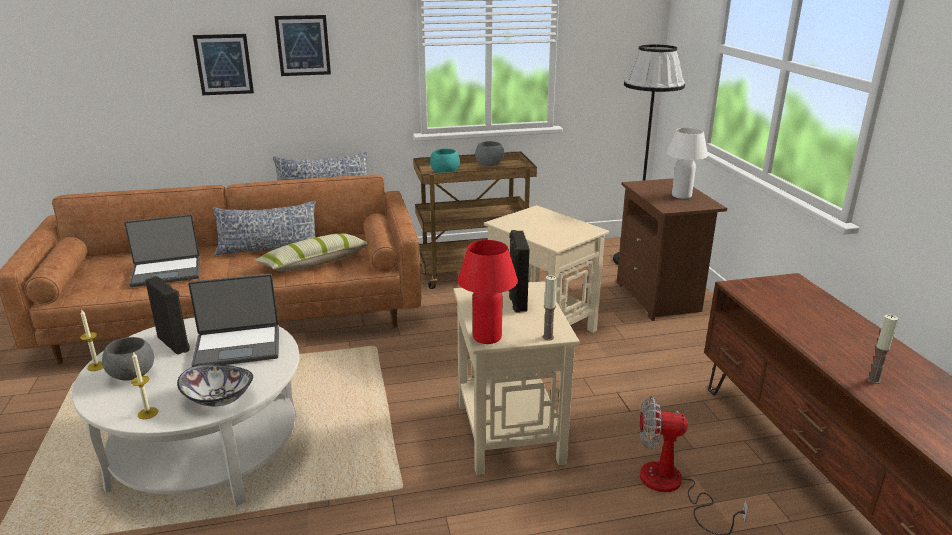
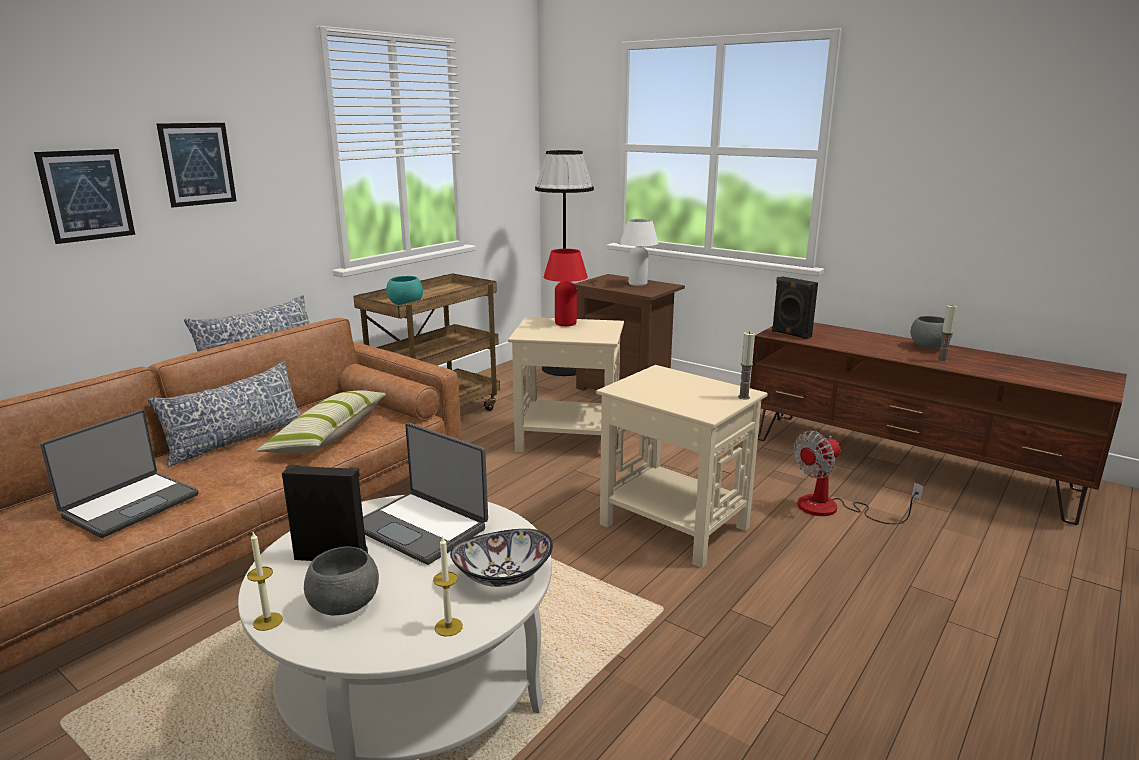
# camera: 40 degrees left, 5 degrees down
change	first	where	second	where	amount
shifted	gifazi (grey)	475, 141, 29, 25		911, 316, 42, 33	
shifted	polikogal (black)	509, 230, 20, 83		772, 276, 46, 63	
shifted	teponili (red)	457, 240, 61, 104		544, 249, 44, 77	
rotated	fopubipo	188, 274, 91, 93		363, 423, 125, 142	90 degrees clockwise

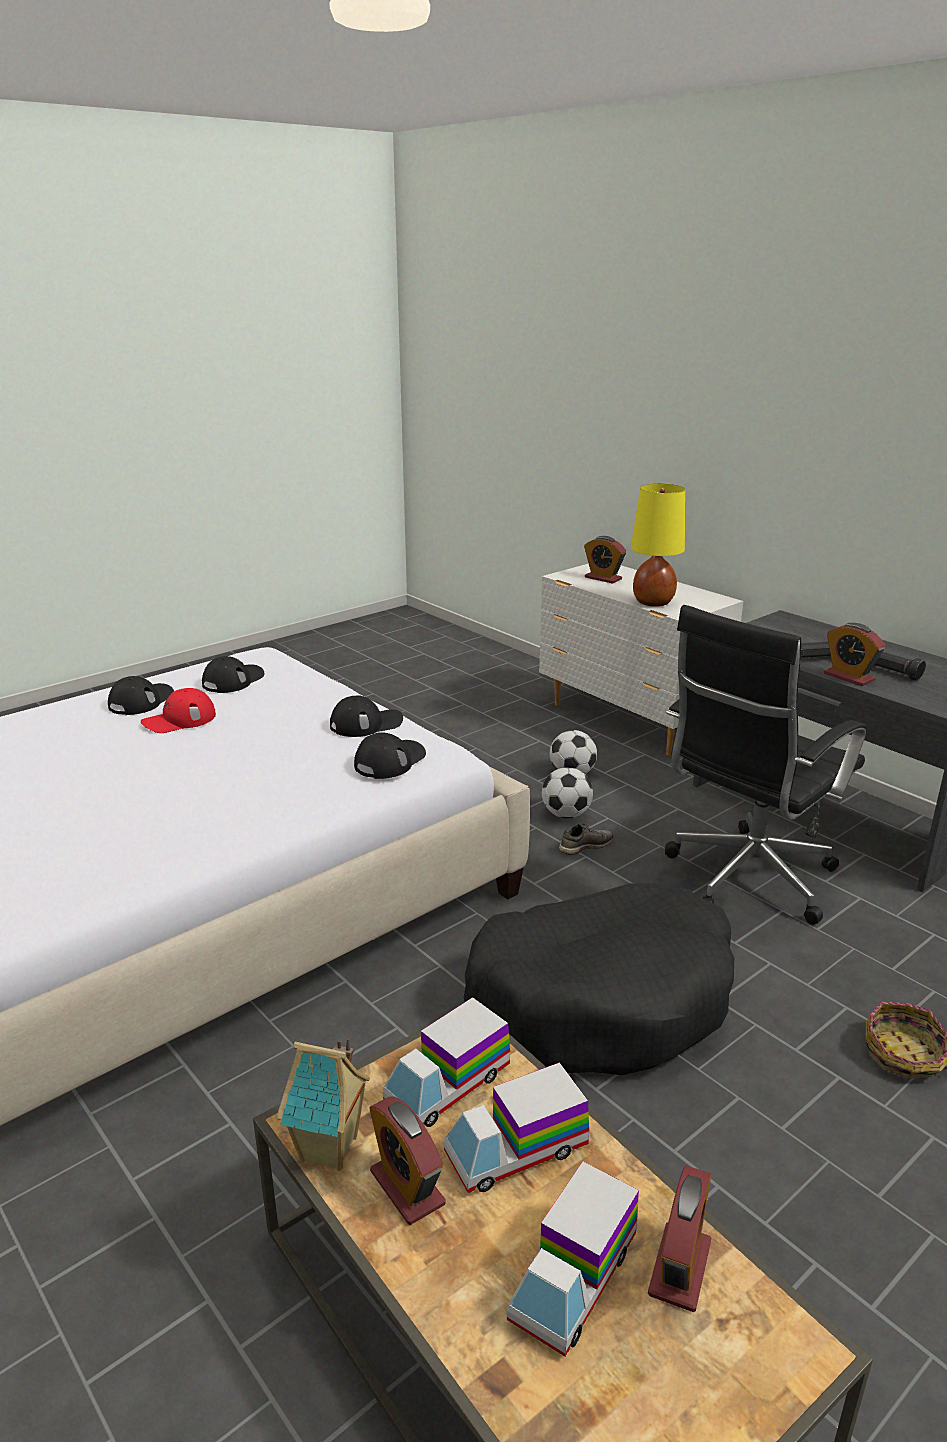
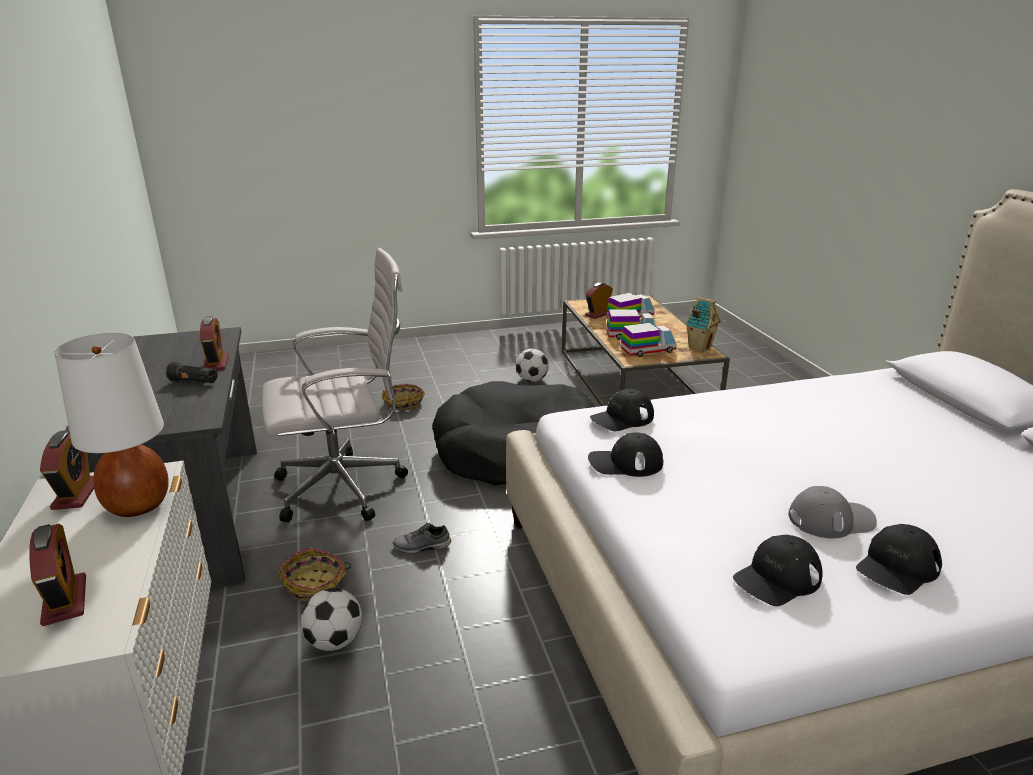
# camera: 155 degrees left, 0 degrees up
change	first	where	second	where	amount
repainted	teponili (yellow)	631, 484, 54, 123	teponili (white)	54, 333, 115, 184	
repainted	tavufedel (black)	665, 605, 201, 320	tavufedel (white)	261, 248, 147, 274	
gone	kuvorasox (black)	875, 652, 51, 29			
repainted	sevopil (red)	141, 688, 75, 45	sevopil (grey)	788, 486, 89, 53	
shifted	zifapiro	542, 767, 51, 51		516, 348, 33, 34	
shifted	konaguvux	370, 1097, 76, 128		40, 430, 54, 80	
new			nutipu	279, 547, 72, 54	

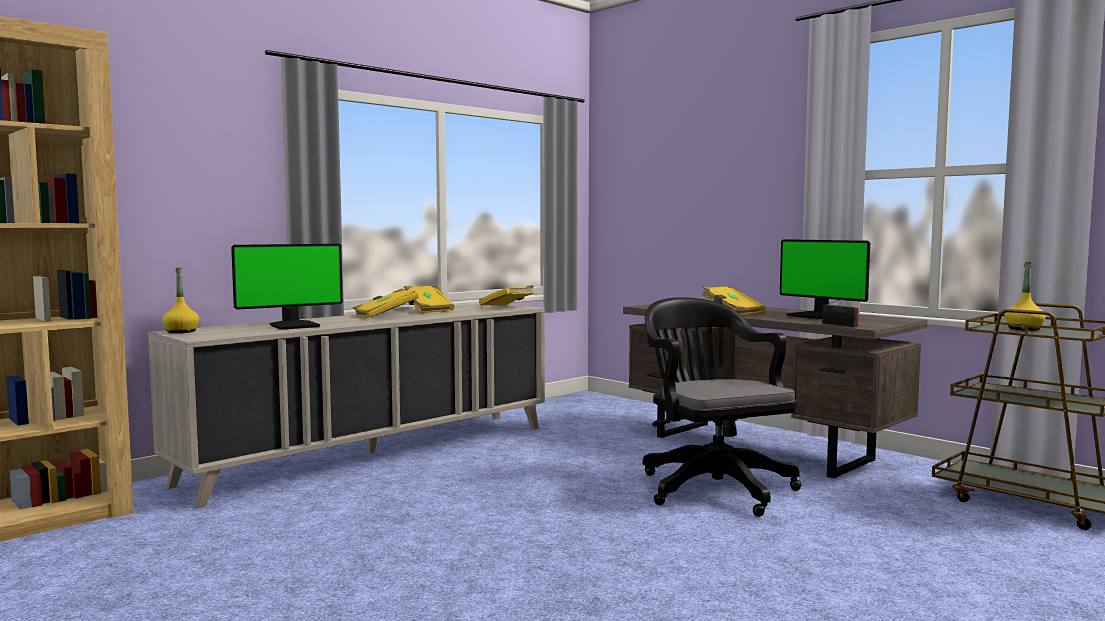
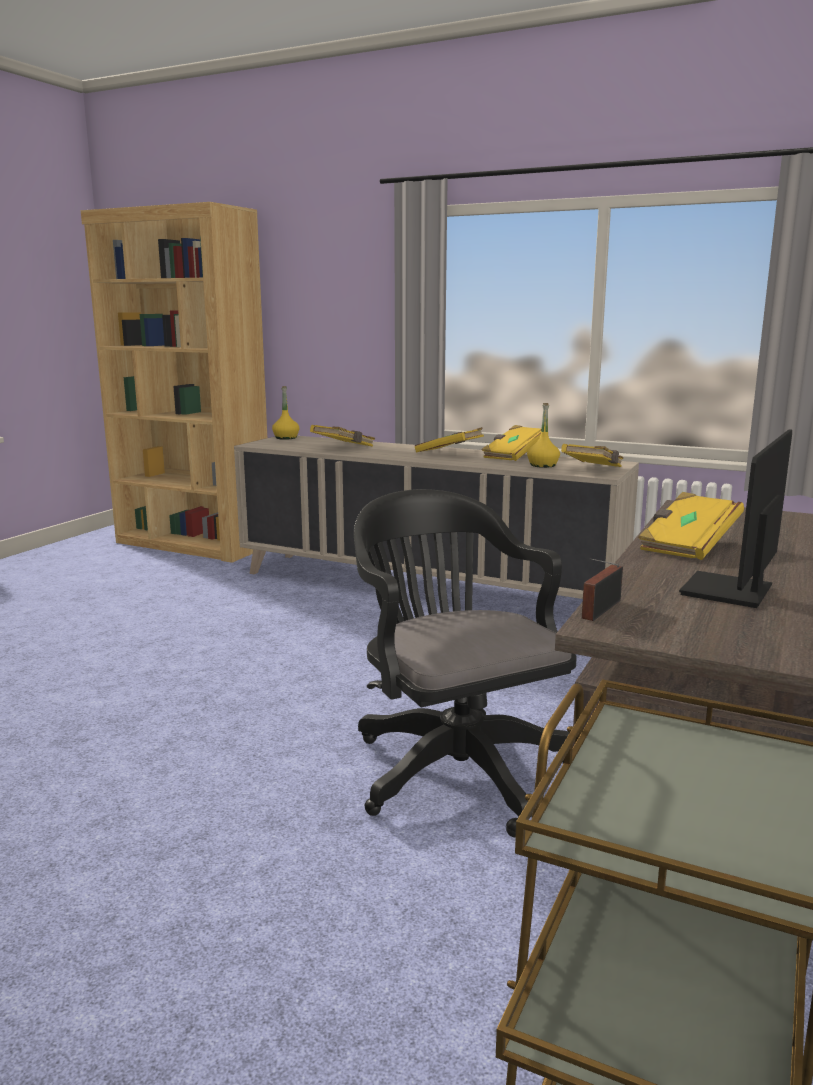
# camera: 70 degrees right, 10 degrees up
change	first	where	second	where	amount
swapped	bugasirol	231, 244, 112, 86	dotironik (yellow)	310, 425, 65, 22	
shifted	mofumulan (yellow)	1005, 262, 41, 69		527, 403, 33, 65	
rotated	tavufedel (black)	643, 297, 158, 220		354, 489, 222, 348	75 degrees counterclockwise

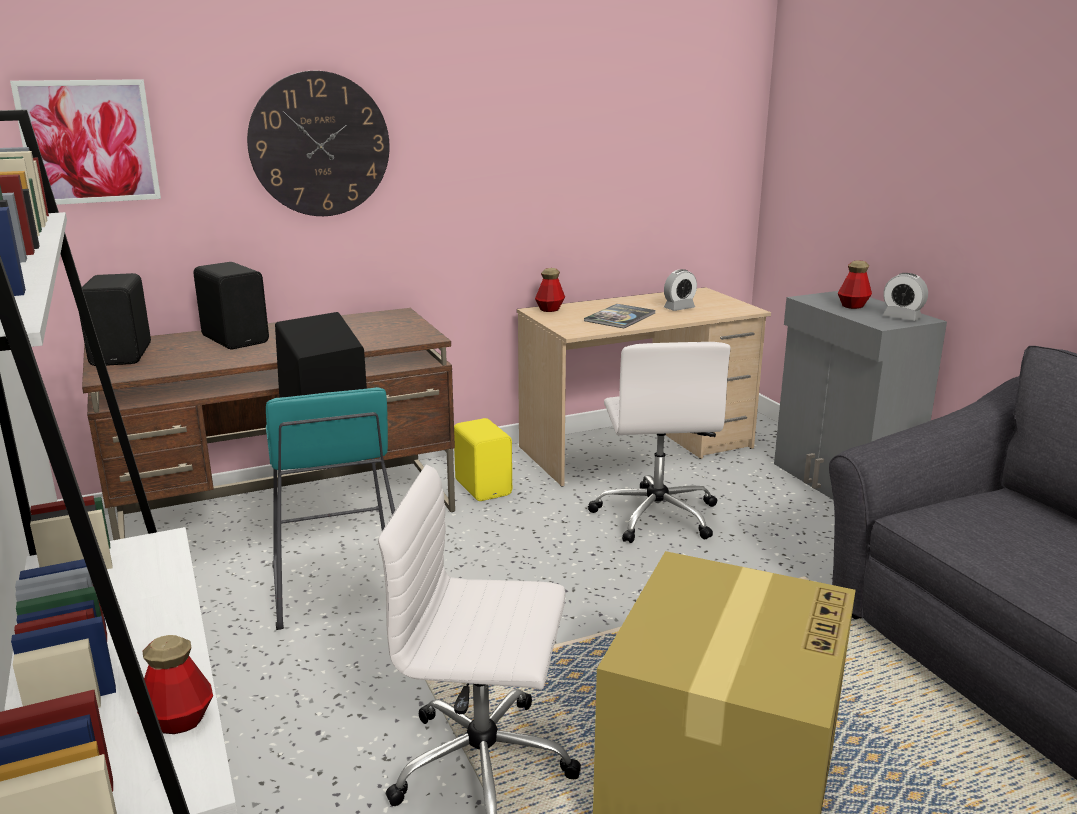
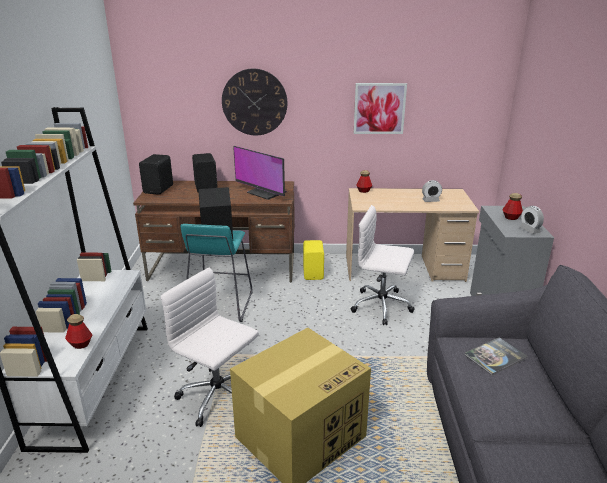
# camera: 25 degrees right, 5 degrees up
change	first	where	second	where	amount
shifted	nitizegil	10, 79, 151, 126		354, 83, 53, 51	
shifted	dotironik	584, 304, 71, 24		464, 337, 63, 38	
rotated	tavufedel (white)	588, 342, 142, 201		351, 205, 64, 120	90 degrees clockwise
new			bugasirol	233, 146, 54, 54	

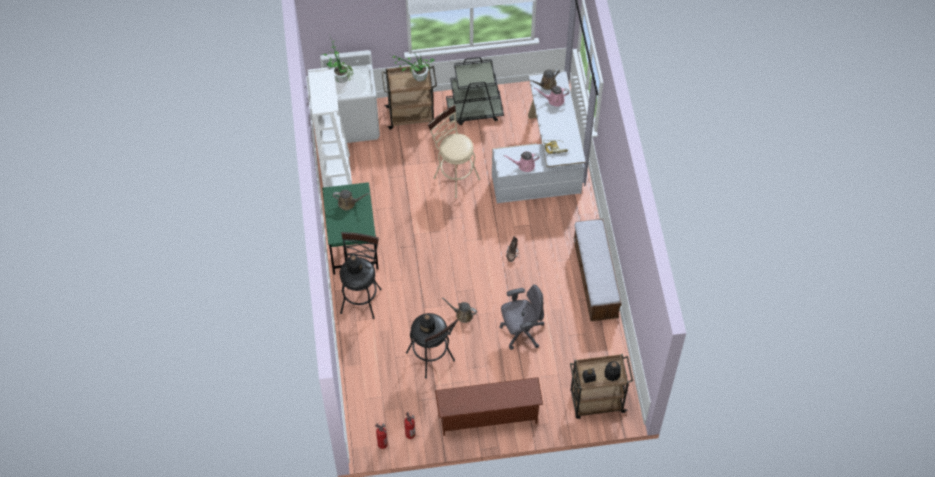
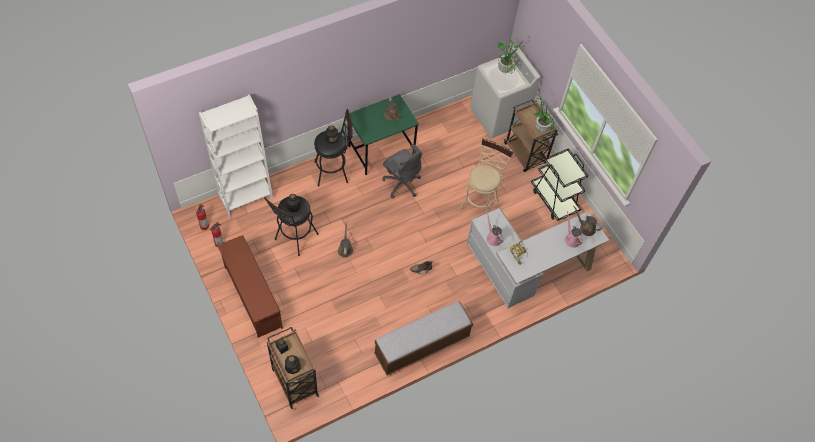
# camera: 65 degrees right, 0 degrees up
change	first	where	second	where	amount
shifted	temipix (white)	308, 68, 44, 120		199, 95, 74, 123	
shifted	tavufedel (grey)	499, 284, 45, 66		382, 144, 40, 55	

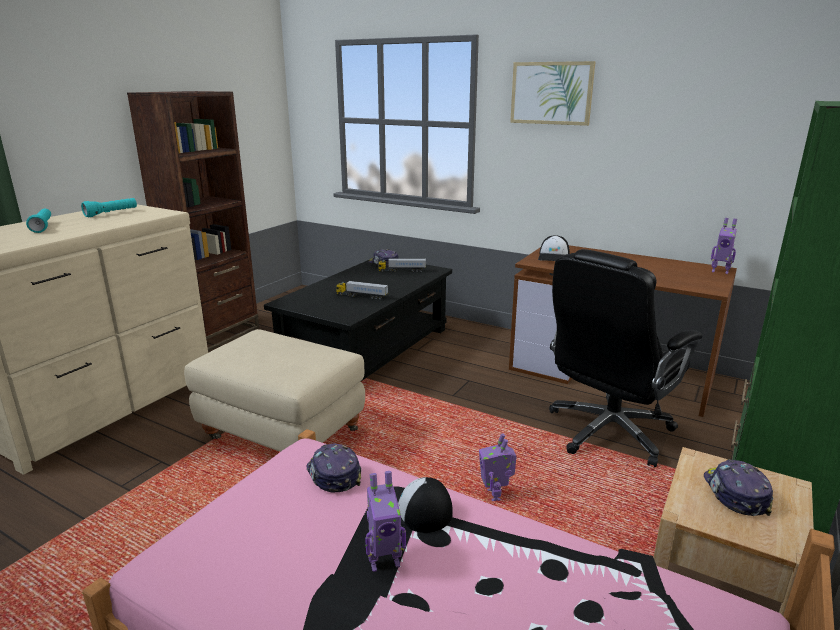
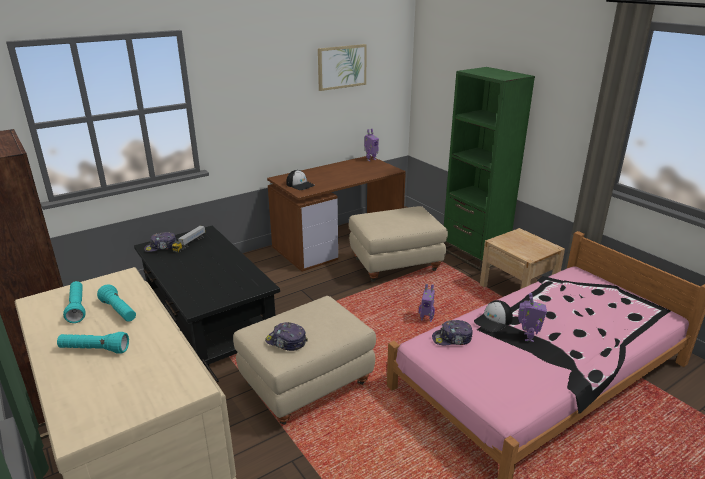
# camera: 65 degrees left, 5 degrees up
change	first	where	second	where	amount
shifted	nitizegil	510, 61, 86, 65		318, 44, 49, 47	
swapped	tavufedel (black)	549, 249, 154, 218	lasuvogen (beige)	349, 206, 99, 76	
gone	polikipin	336, 281, 52, 19			
shifted	sevopil	704, 459, 70, 57		265, 322, 43, 29	
new			kuvorasox (turquoise)	97, 285, 39, 37	

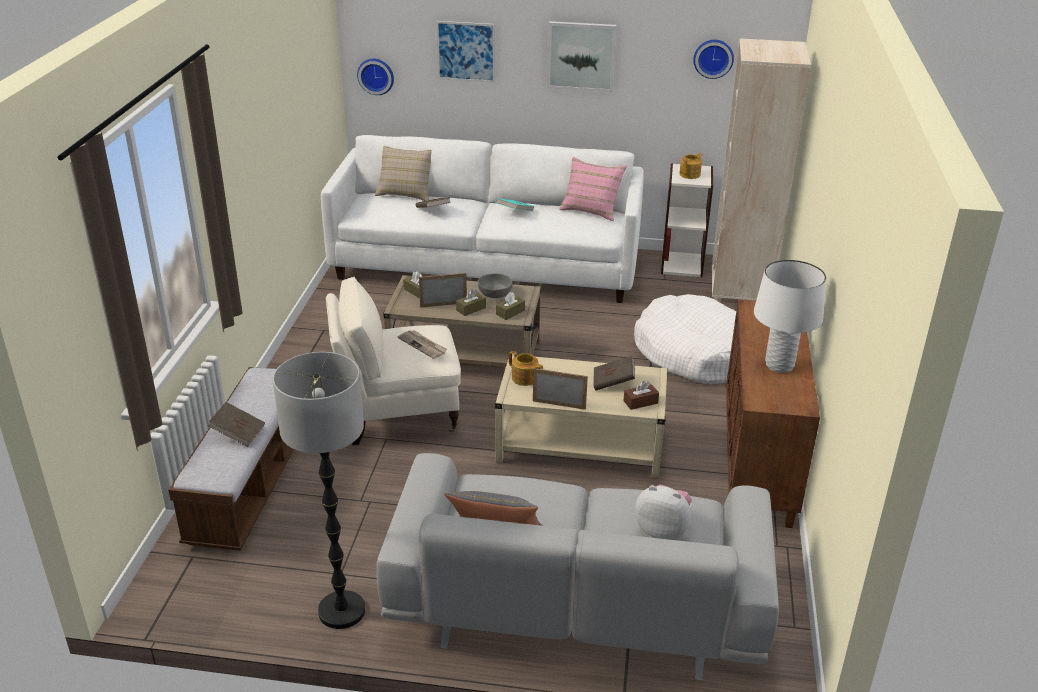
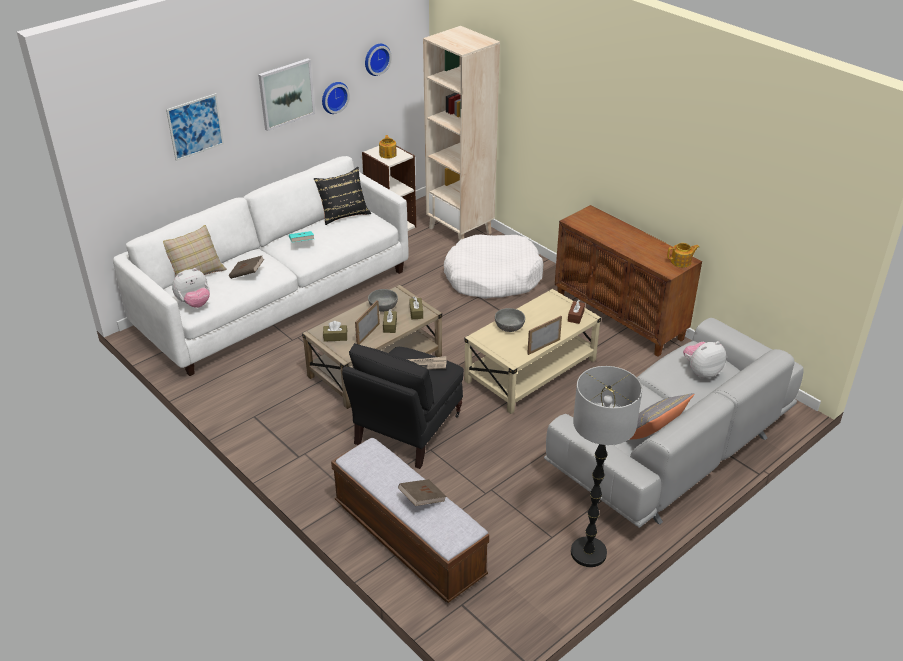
# camera: 50 degrees left, 5 degrees up
change	first	where	second	where	amount
shifted	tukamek	357, 59, 37, 36		322, 82, 28, 32	
repainted	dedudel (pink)	559, 157, 68, 64	dedudel (black)	314, 167, 57, 58	
gone	teponili (white)	754, 260, 72, 113			
repainted	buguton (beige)	326, 277, 135, 168	buguton (black)	342, 343, 122, 126	
shifted	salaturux	509, 351, 34, 35		667, 243, 32, 24	
gone	dotironik (brown)	593, 356, 42, 34			
new			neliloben	172, 268, 38, 40	
new			gifazi (grey)	495, 308, 30, 24	

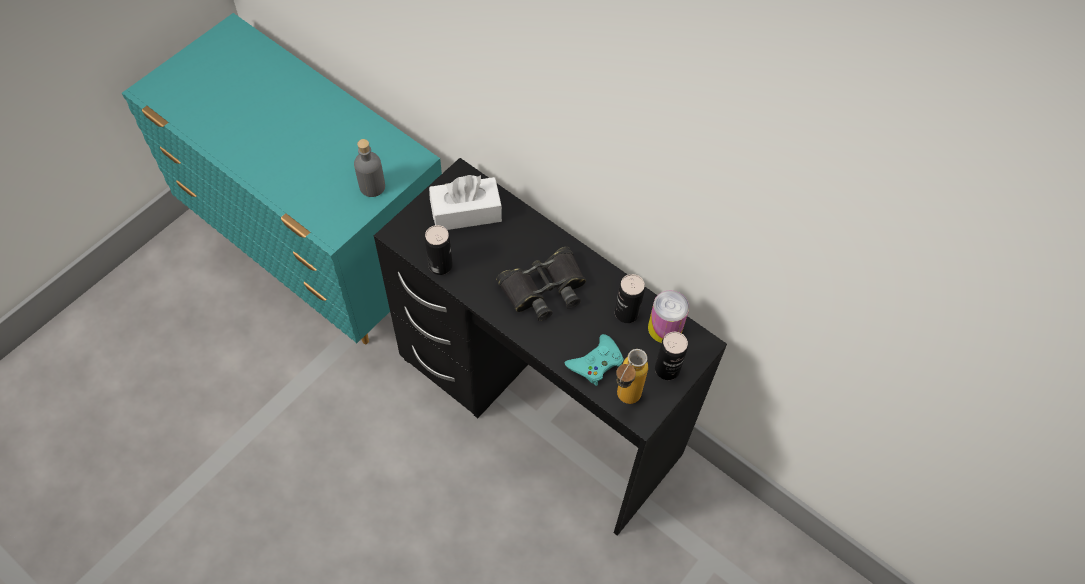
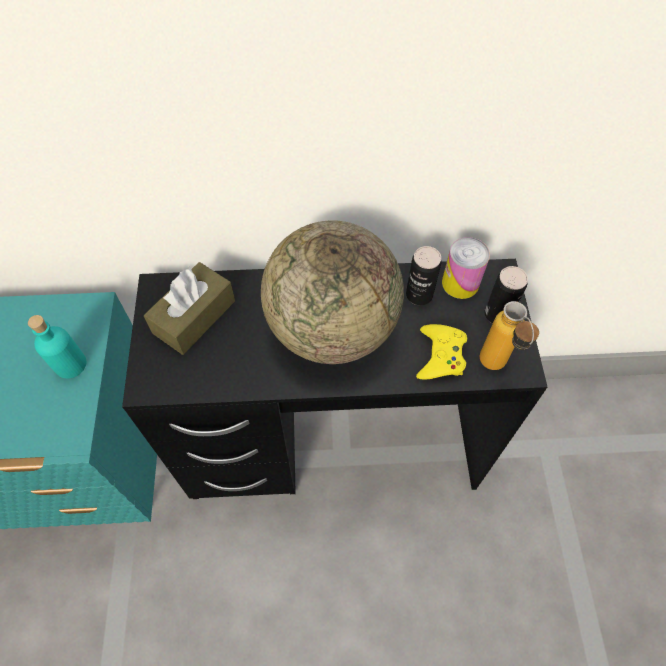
# camera: 40 degrees left, 0 degrees up
change	first	where	second	where	amount
repainted	mofumulan (grey)	354, 139, 31, 58	mofumulan (turquoise)	28, 315, 58, 64	
repainted	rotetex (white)	429, 175, 73, 55	rotetex (brown)	144, 262, 91, 93	
gone	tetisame	425, 225, 28, 50			
swapped	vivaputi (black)	496, 247, 90, 74	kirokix	261, 221, 143, 143	
repainted	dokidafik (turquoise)	565, 334, 59, 52	dokidafik (yellow)	416, 324, 51, 56	

